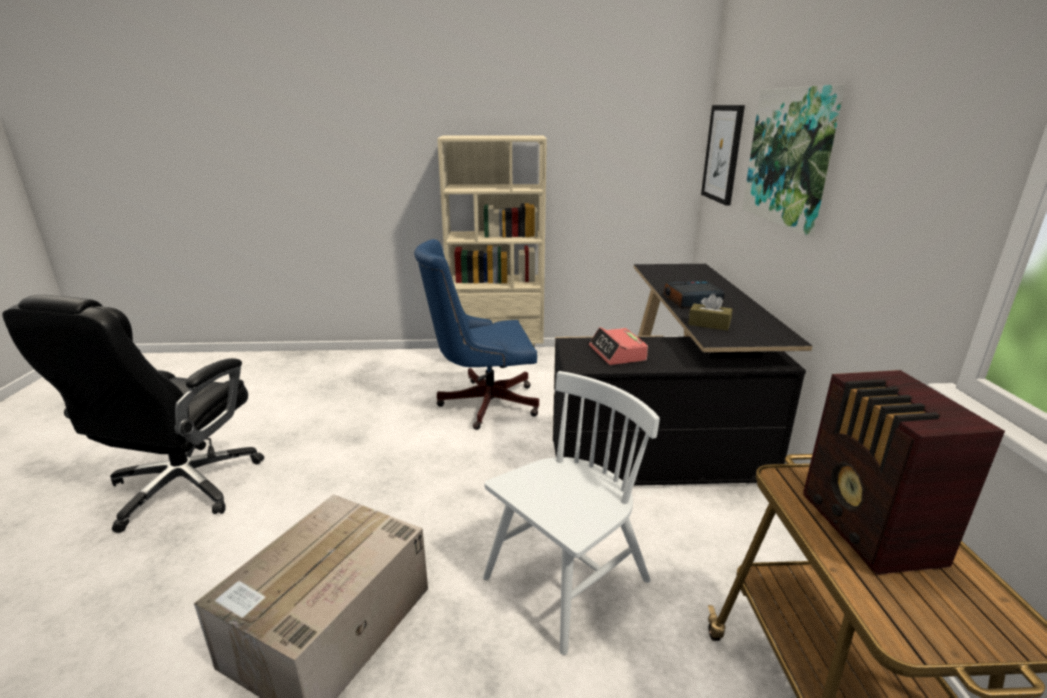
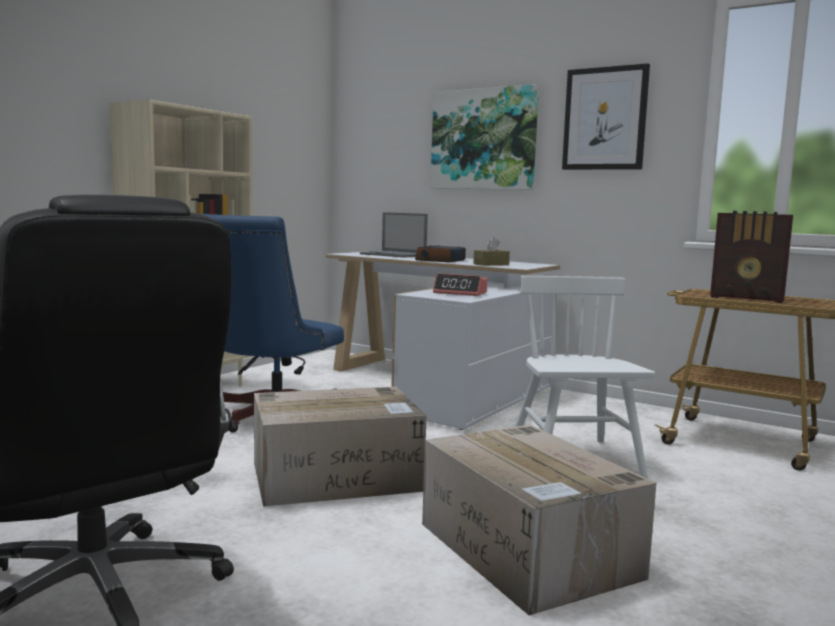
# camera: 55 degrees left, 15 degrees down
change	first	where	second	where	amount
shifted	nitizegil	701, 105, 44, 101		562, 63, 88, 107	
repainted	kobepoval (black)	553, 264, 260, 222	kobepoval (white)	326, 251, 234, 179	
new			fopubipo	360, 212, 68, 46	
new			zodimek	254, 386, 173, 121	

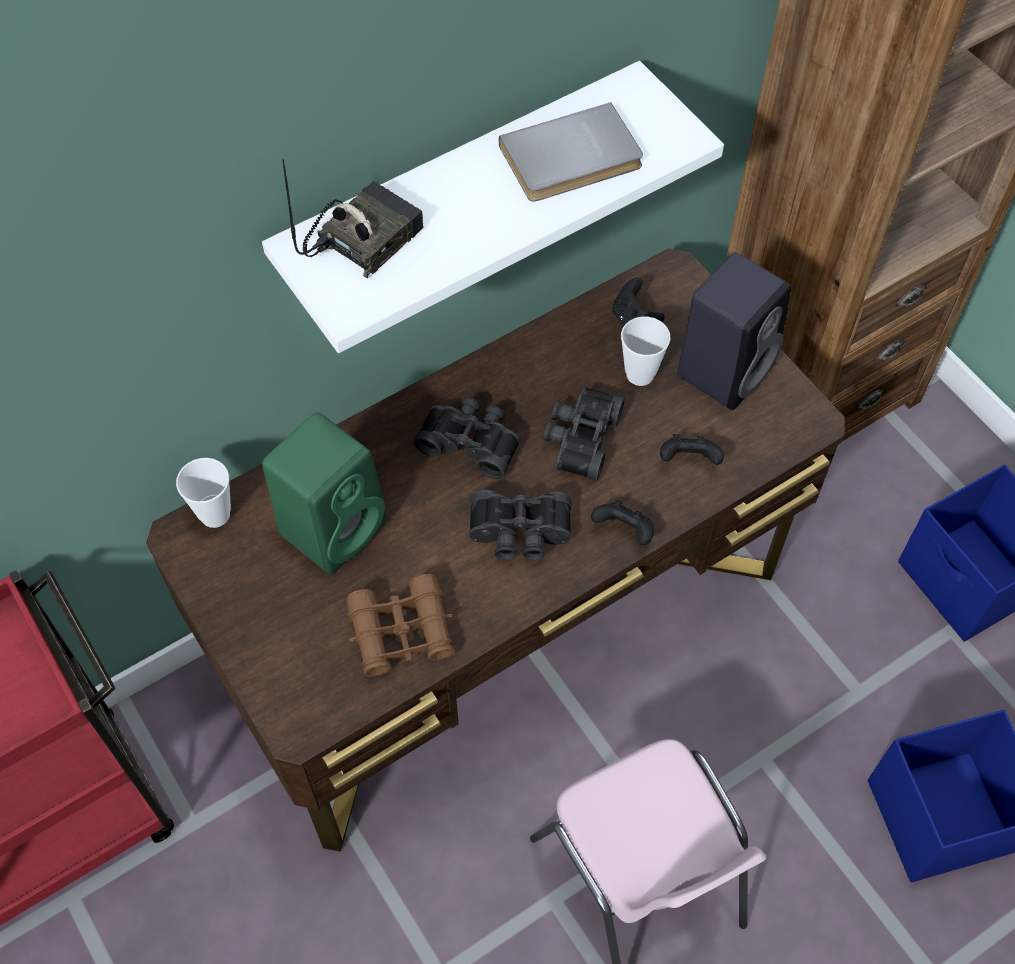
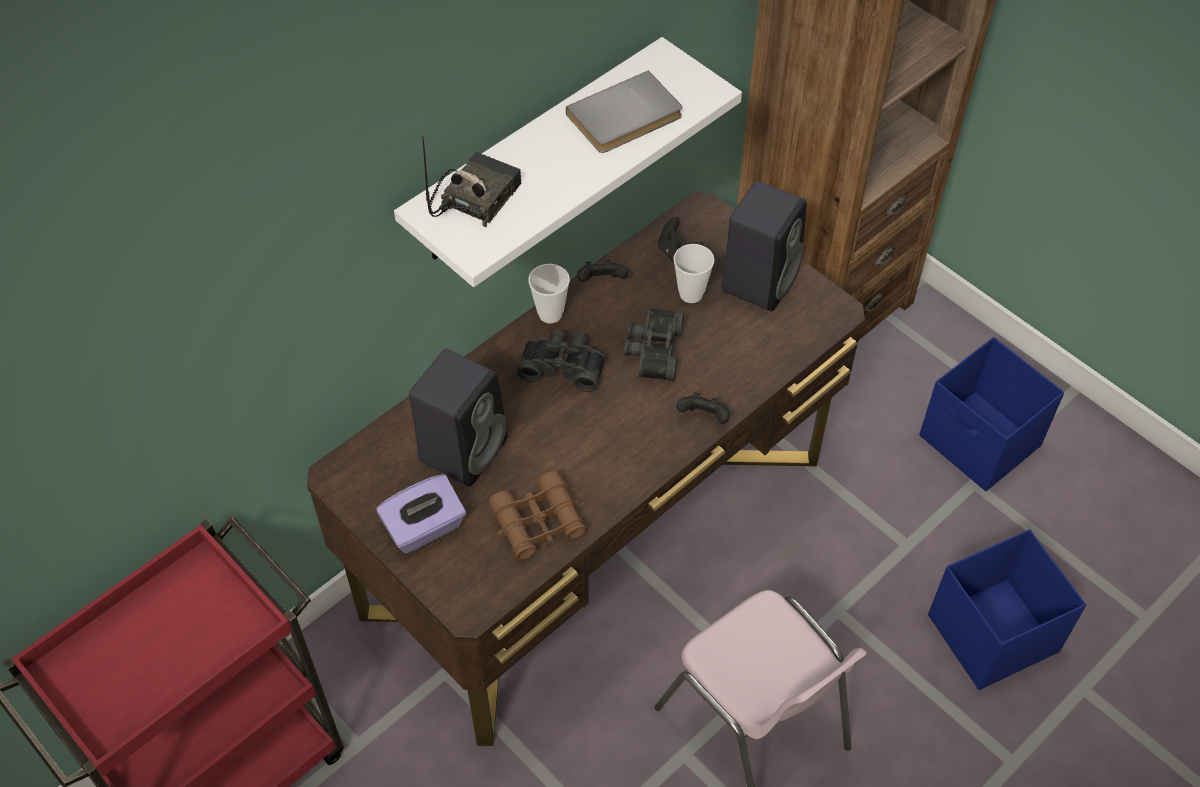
# camera: 10 degrees left, 5 degrees down
change	first	where	second	where	amount
repainted	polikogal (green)	262, 412, 124, 162	polikogal (black)	409, 349, 98, 137	
shifted	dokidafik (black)	660, 434, 64, 31		577, 260, 51, 22	
shifted	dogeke	176, 458, 55, 70		528, 264, 42, 59	
gone	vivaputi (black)	469, 490, 102, 70			
new			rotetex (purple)	376, 474, 90, 80	

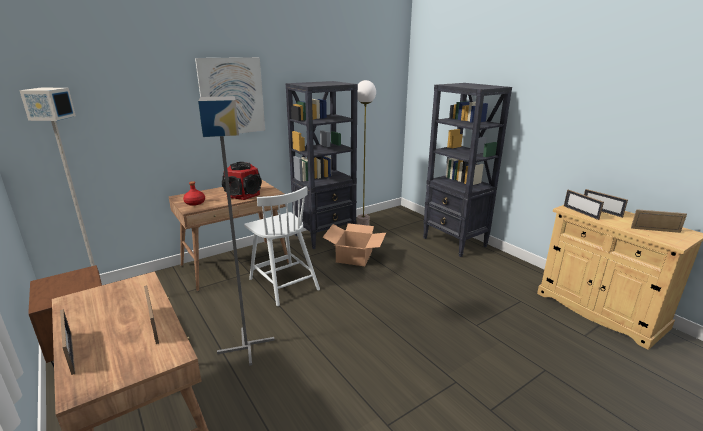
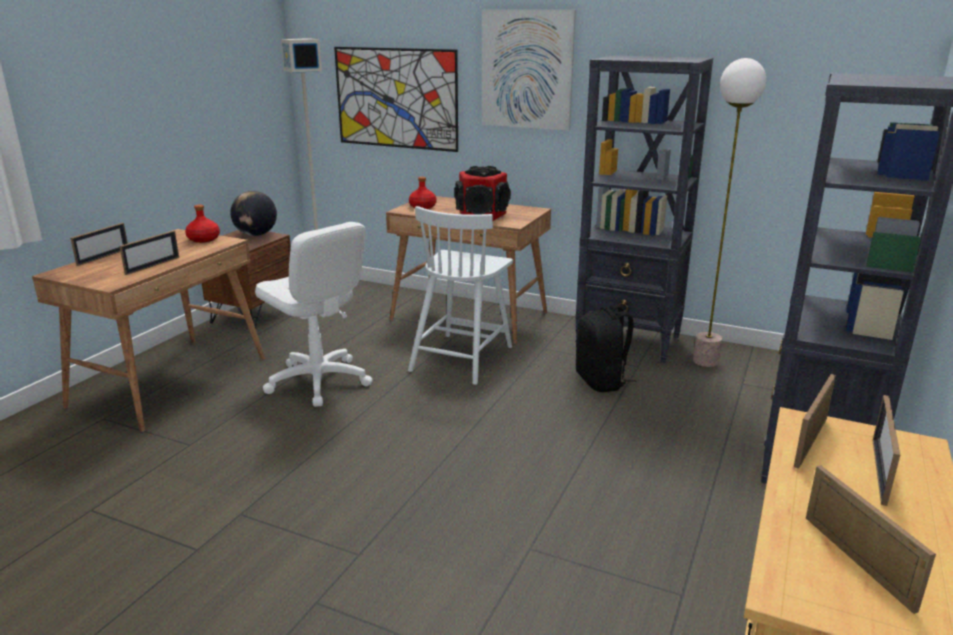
# camera: 60 degrees right, 0 degrees up
change	first	where	second	where	amount
swapped	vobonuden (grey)	198, 96, 77, 270	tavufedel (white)	255, 222, 118, 185	
swapped	zodimek	323, 223, 63, 43	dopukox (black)	576, 304, 60, 88	
new			nitizegil	334, 47, 124, 105	
new			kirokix	230, 191, 47, 45	
new			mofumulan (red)	185, 205, 35, 38	

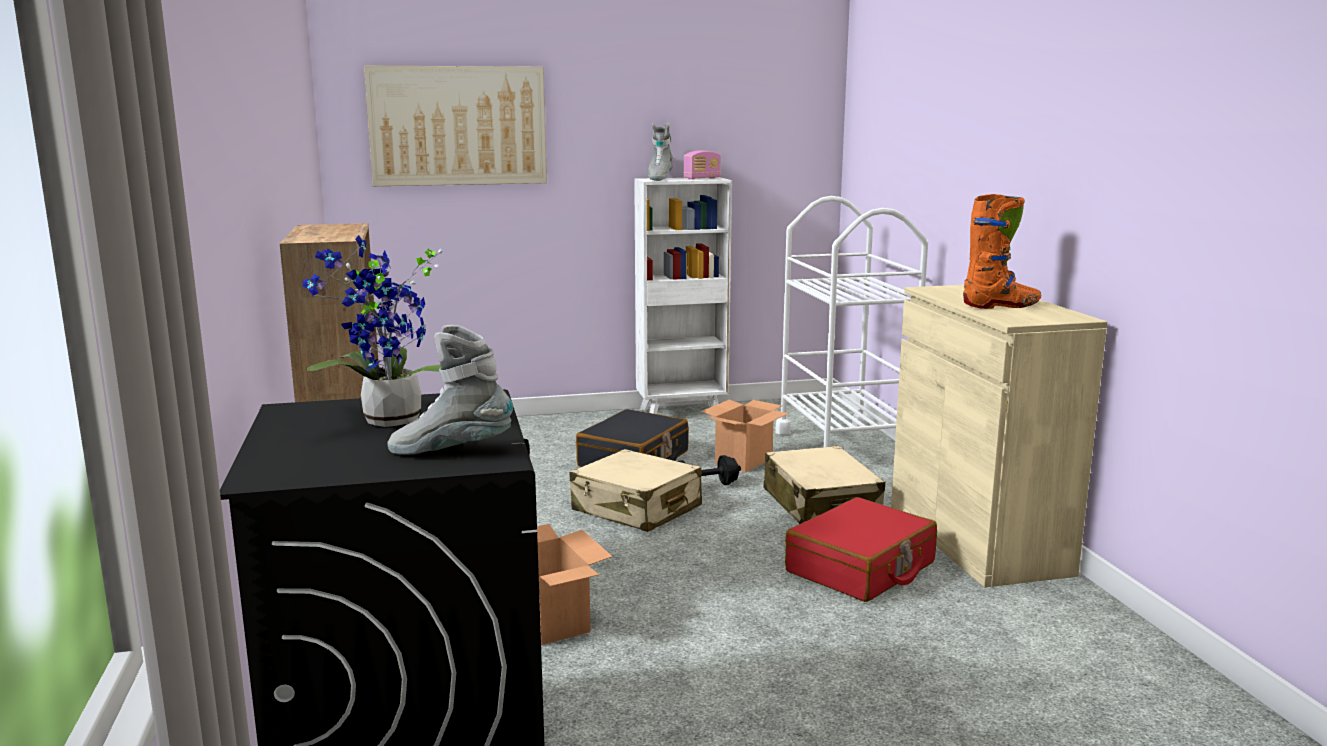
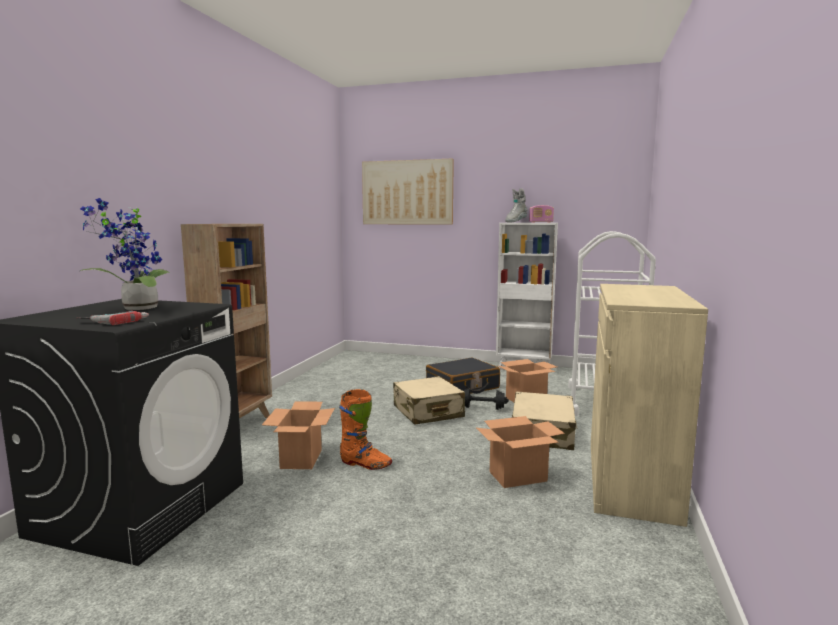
# camera: 30 degrees right, 5 degrees down
change	first	where	second	where	amount
shifted	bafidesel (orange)	963, 194, 78, 115		339, 389, 53, 81	
swapped	bafidesel (grey)	388, 325, 125, 130	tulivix	76, 311, 73, 14	
swapped	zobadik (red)	785, 497, 152, 105	zodimek	476, 416, 89, 72	

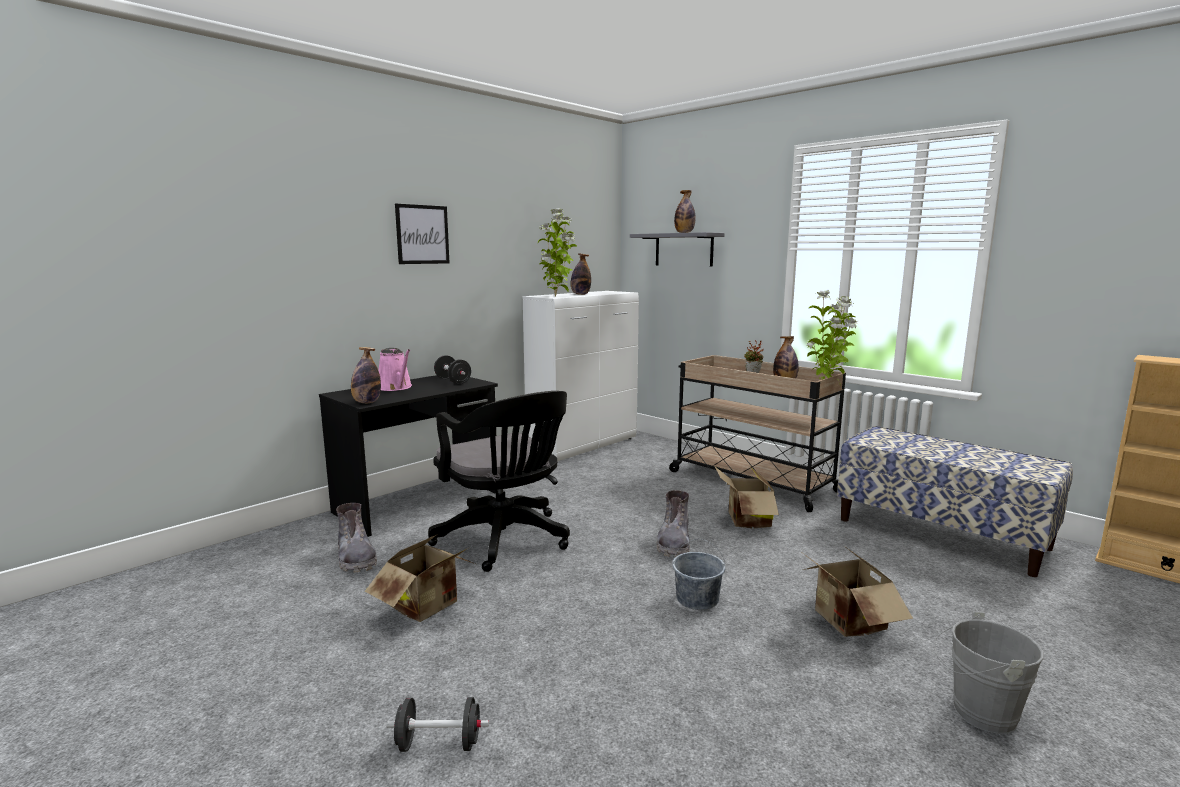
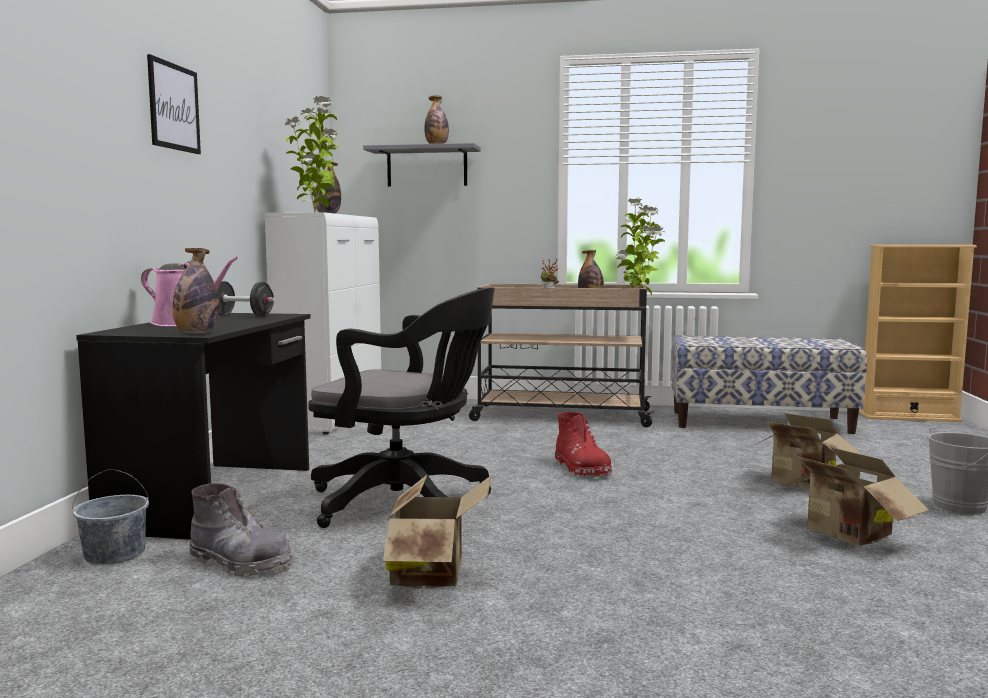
# camera: 35 degrees left, 5 degrees down
change	first	where	second	where	amount
shifted	zodimek	714, 466, 65, 62		784, 447, 145, 99	
repainted	bafidesel (grey)	656, 490, 34, 67	bafidesel (red)	555, 412, 57, 65	
shifted	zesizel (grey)	672, 539, 53, 71		72, 469, 77, 96	
gone	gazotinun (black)	387, 697, 102, 55			

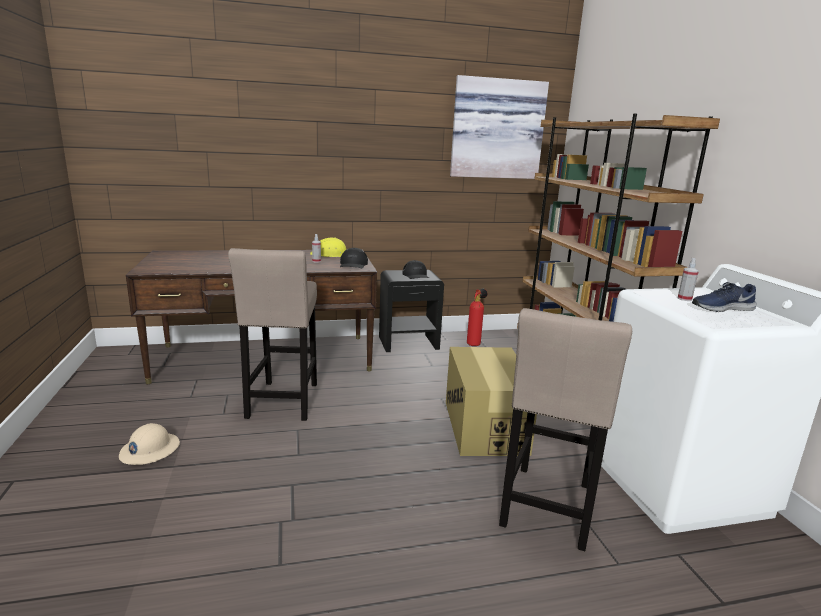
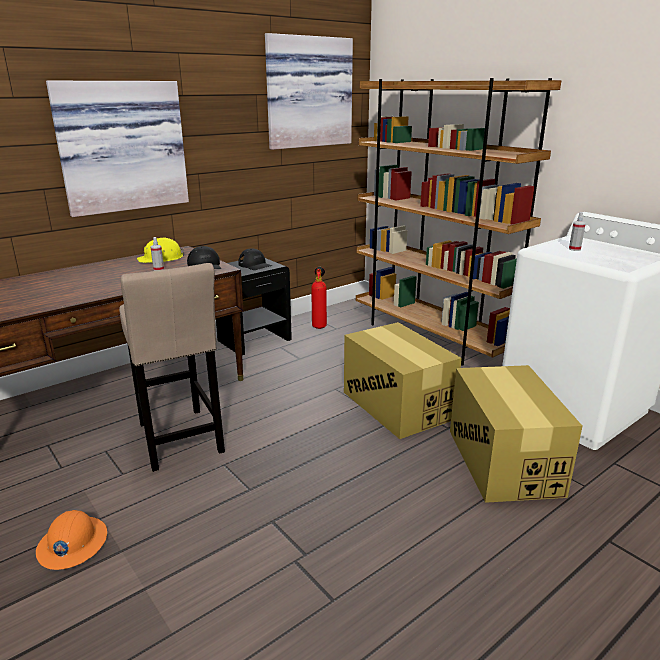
# camera: 25 degrees left, 5 degrees up
change	first	where	second	where	amount
gone	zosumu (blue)	692, 282, 65, 30			
swapped	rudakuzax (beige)	499, 308, 133, 243	zodimek	450, 365, 132, 138	
repainted	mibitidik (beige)	119, 423, 61, 42	mibitidik (orange)	36, 510, 71, 60	
new			nitizegil	46, 81, 143, 136	

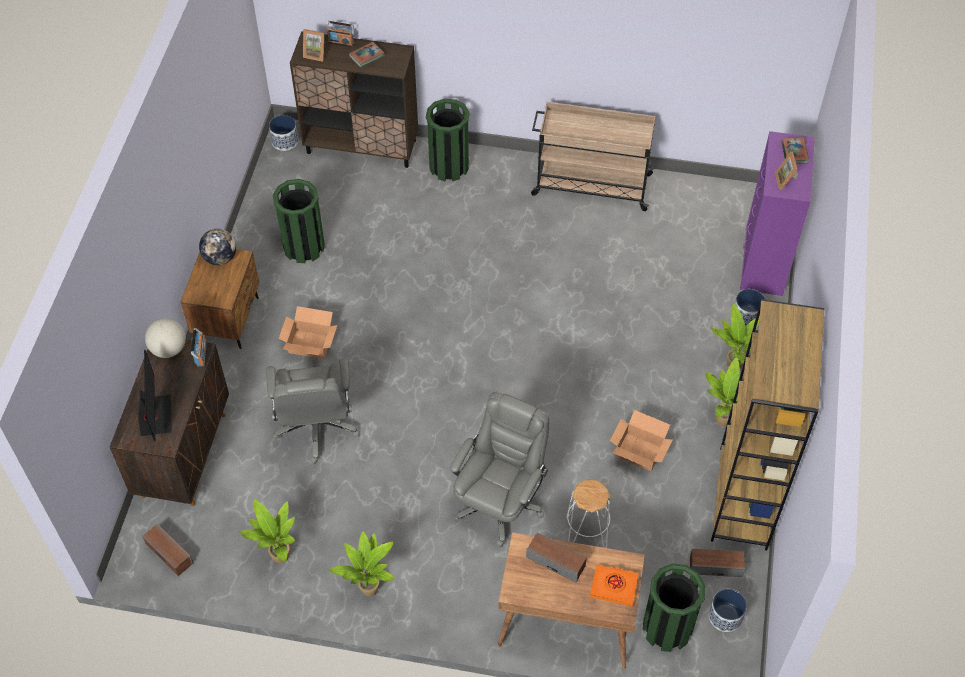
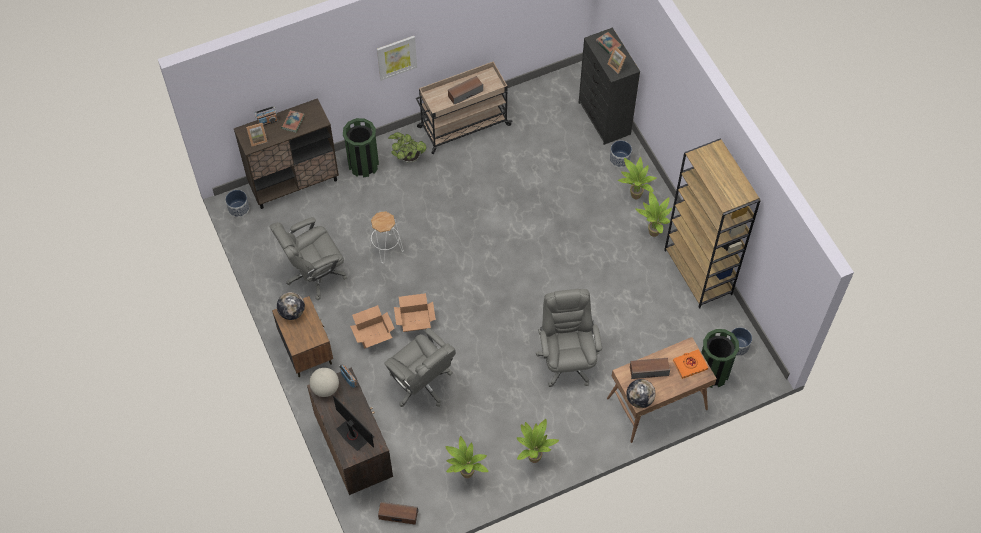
# camera: 35 degrees left, 5 degrees up
change	first	where	second	where	amount
repainted	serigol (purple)	740, 131, 75, 165	serigol (black)	579, 27, 61, 118	
swapped	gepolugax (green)	273, 179, 52, 84	tavufedel (grey)	270, 217, 77, 83	
shifted	zodimek	610, 410, 63, 61		394, 293, 42, 39	
shifted	rudakuzax (white)	566, 479, 44, 69		369, 211, 34, 52	
shifted	polikogal	690, 549, 55, 28		448, 76, 35, 28	
new			nitizegil	377, 36, 40, 45	
new			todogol	388, 132, 39, 31	
new			kirokix	626, 379, 30, 29	

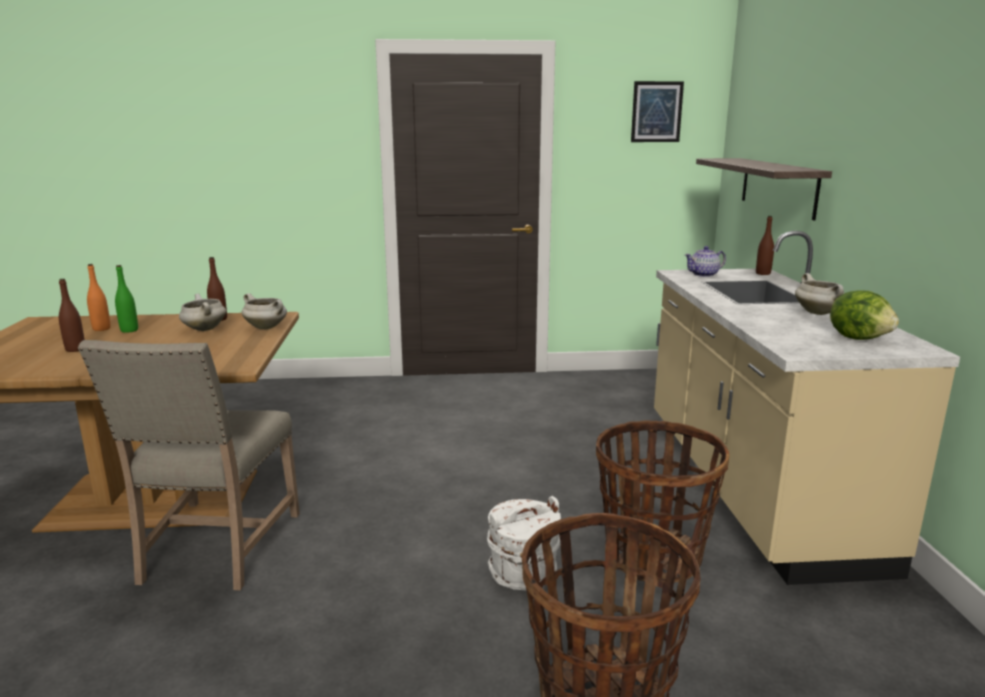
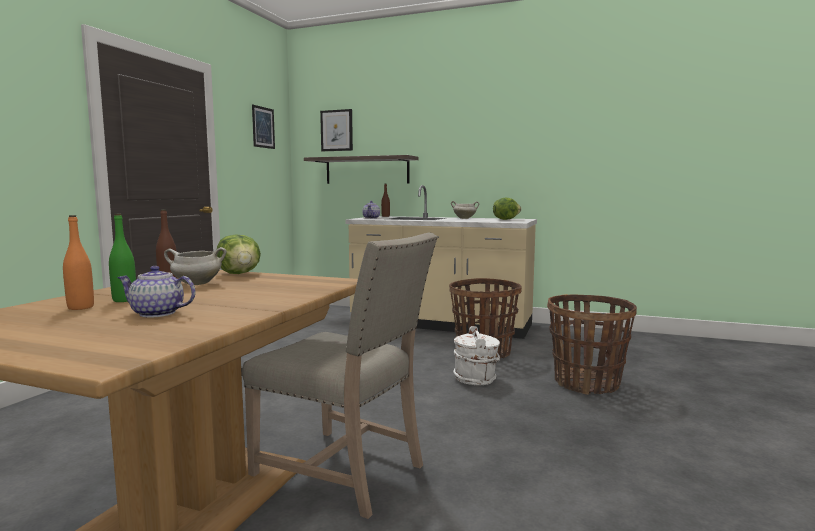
# camera: 65 degrees left, 10 degrees down
change	first	where	second	where	amount
swapped	mofumulan (brown)	59, 279, 26, 73	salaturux	117, 266, 79, 52	
swapped	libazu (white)	242, 293, 45, 36	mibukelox	217, 235, 44, 39	
new			nitizegil	320, 109, 33, 42	

